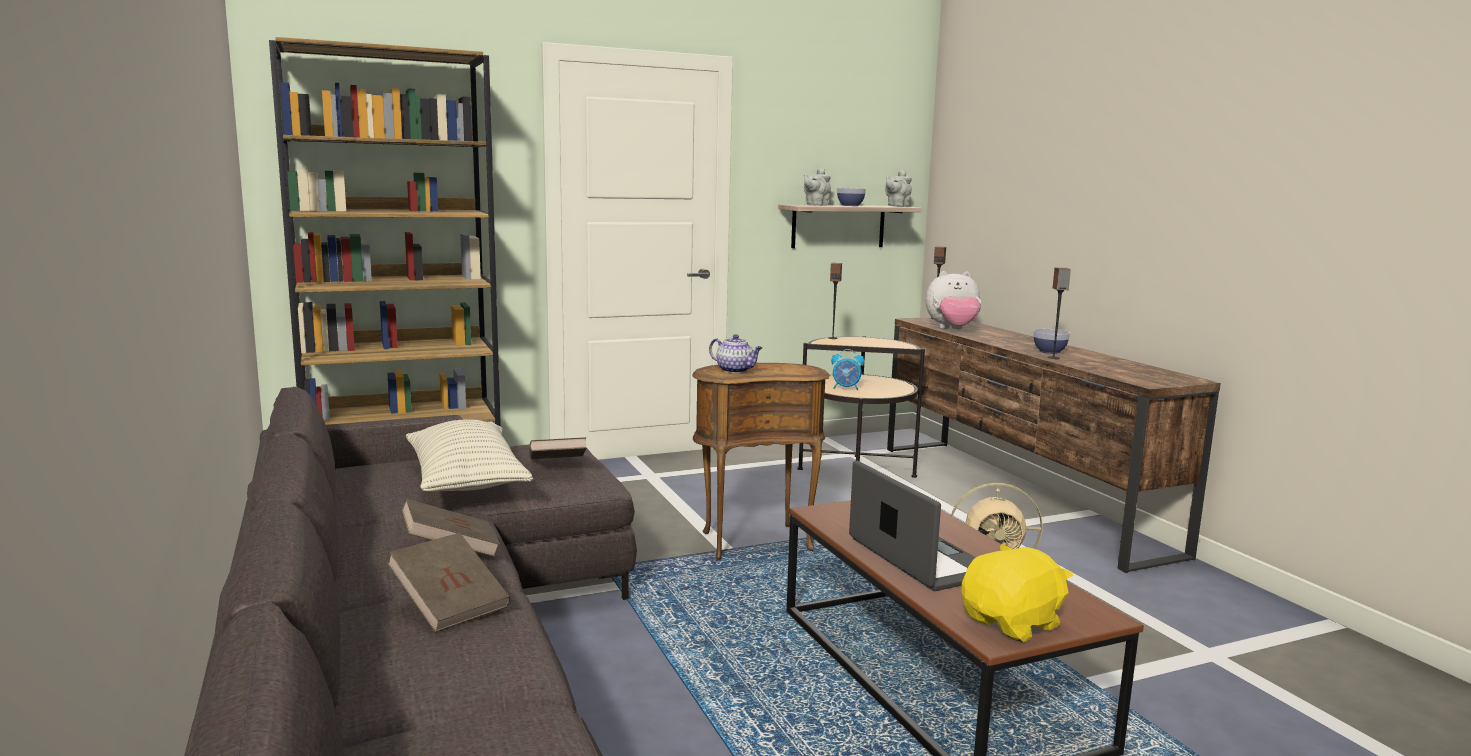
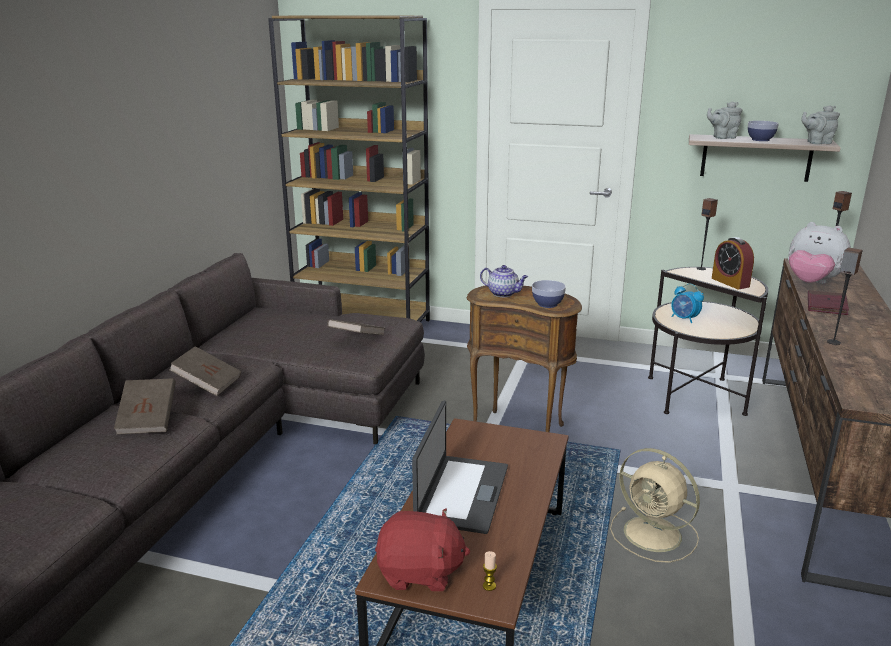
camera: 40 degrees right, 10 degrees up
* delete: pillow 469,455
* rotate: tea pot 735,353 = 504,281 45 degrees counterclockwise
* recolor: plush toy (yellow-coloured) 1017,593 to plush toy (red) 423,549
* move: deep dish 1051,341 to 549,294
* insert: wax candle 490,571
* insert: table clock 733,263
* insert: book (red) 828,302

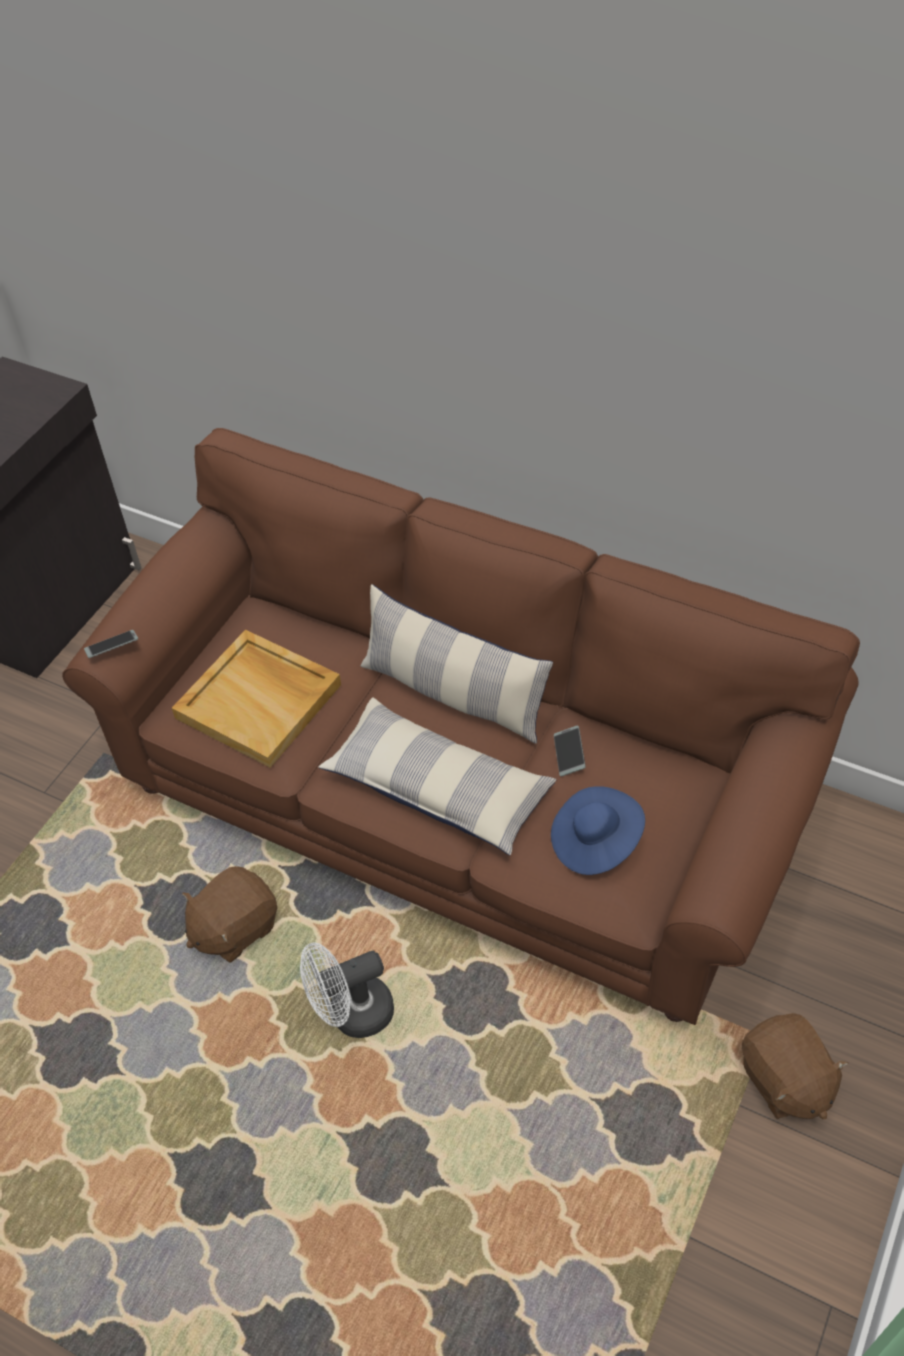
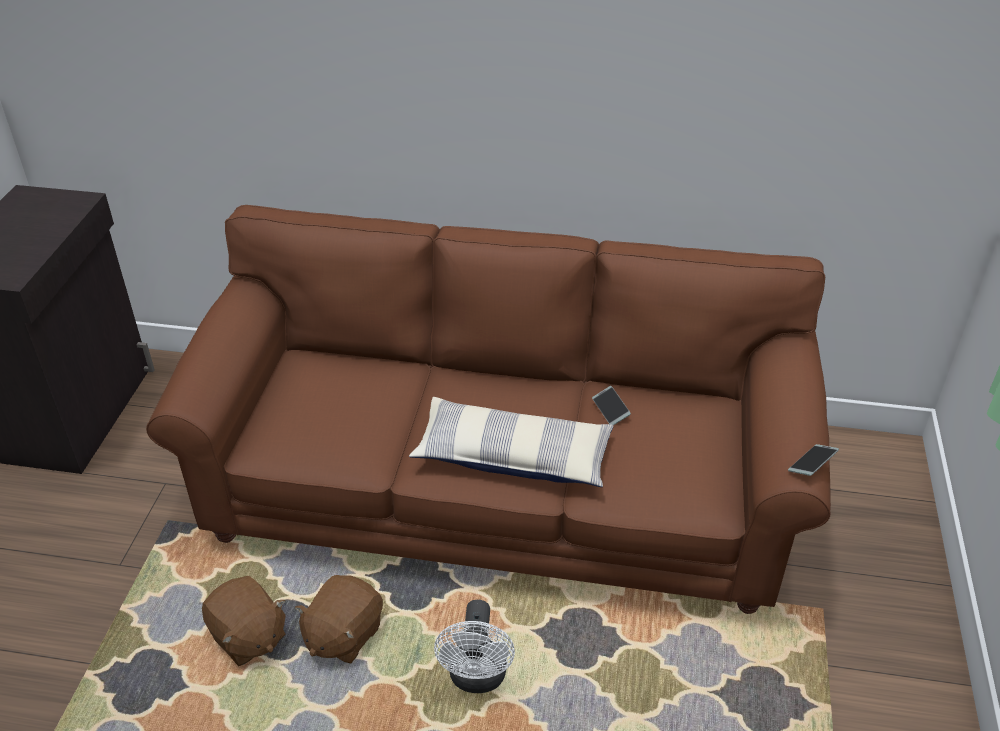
camera: 20 degrees left, 10 degrees down
* move: telephone 111,644 to 813,460
* delete: carrying tray (beige) 256,699
* rotate: electric fan (white-coloured) 347,990 = 474,646 45 degrees counterclockwise
* delete: pillow 457,664
* delete: hat (blue) 598,830
* move: plush toy (brown-coloured) 795,1066 to 244,621

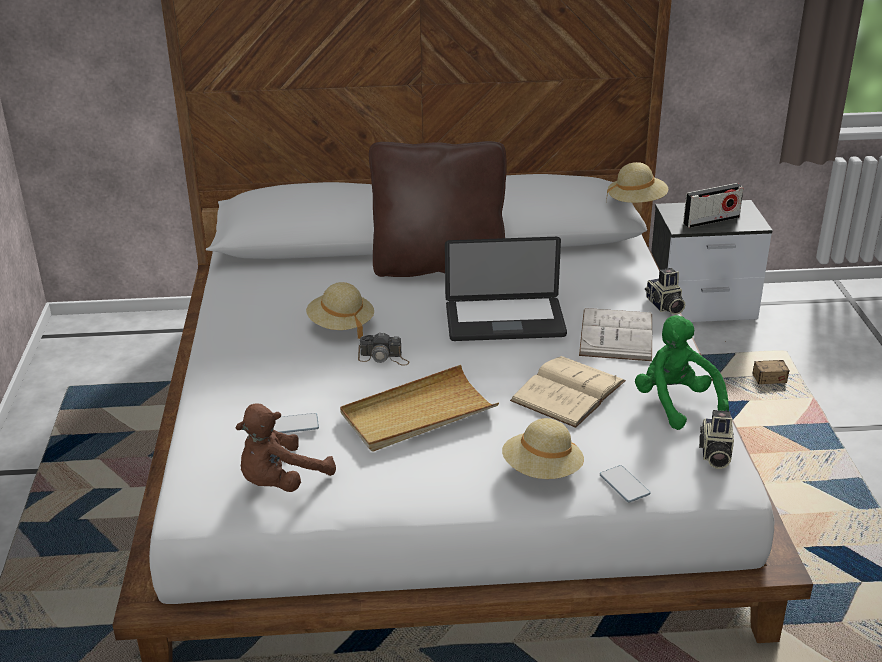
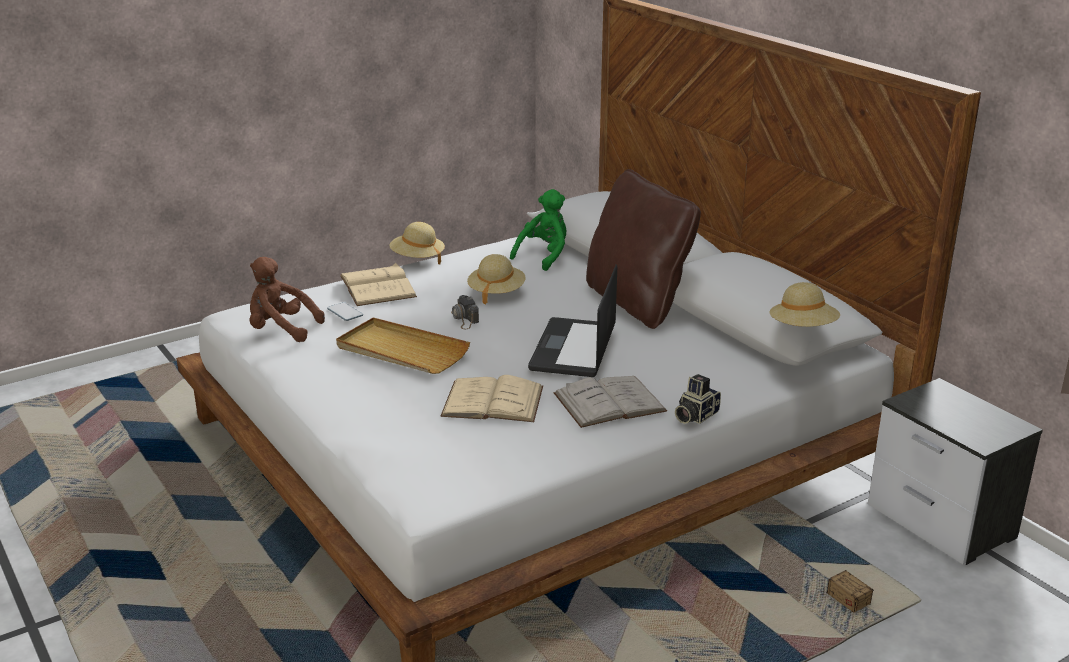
camera: 60 degrees right, 5 degrees down
* rotate: portable computer 506,289 = 572,321 45 degrees clockwise
* move: hat (beige) 543,448 to 417,243
* delete: telephone 625,483
* move: plush toy (greenish) 682,372 to 538,230
* delete: radio set 713,205
* delete: still camera 716,439
* insert: book (beige) 378,284

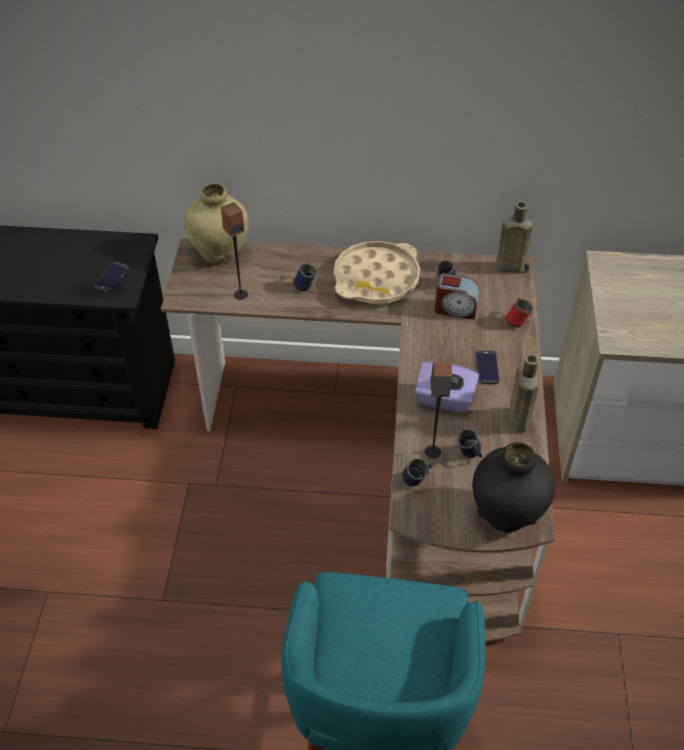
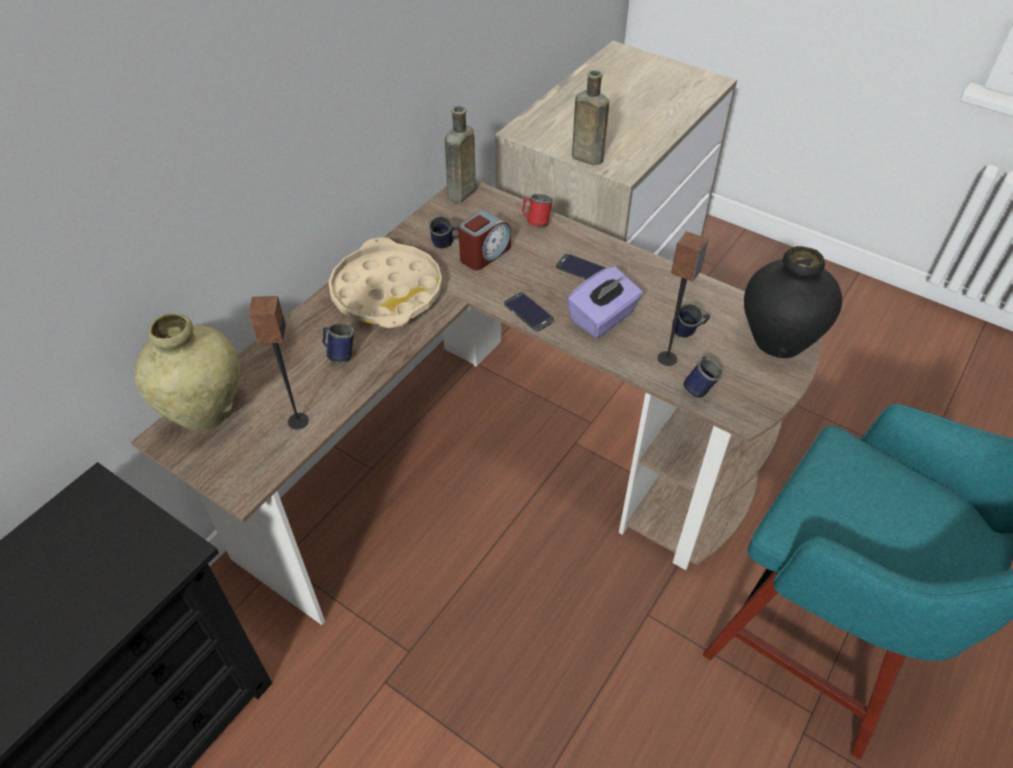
camera: 60 degrees left, 0 degrees up
* move: telephone 111,277 to 529,311
* move: drink bottle (brown-coloured) 524,393 to 590,118

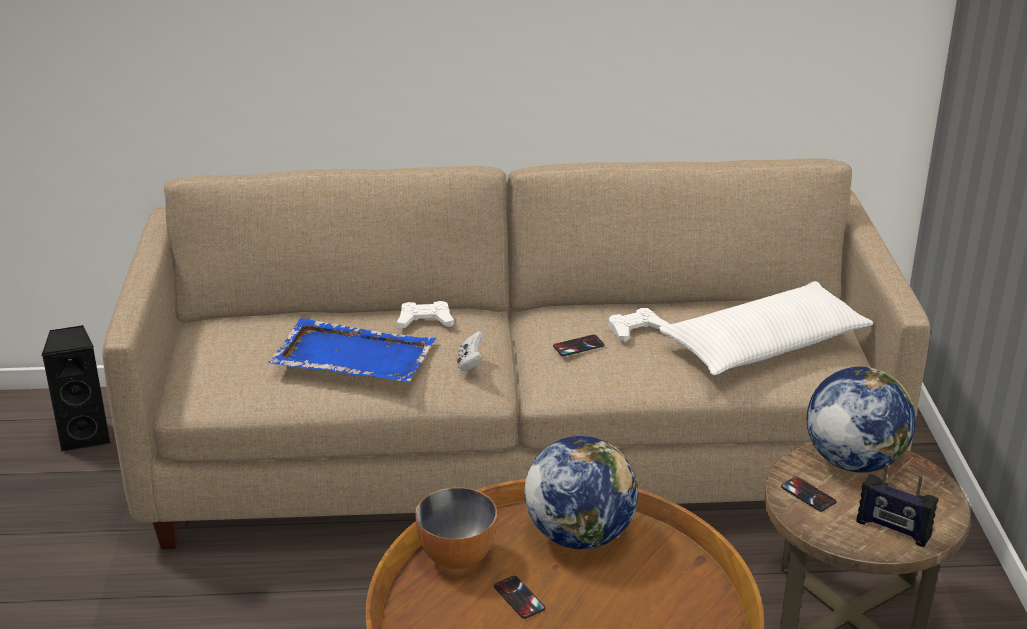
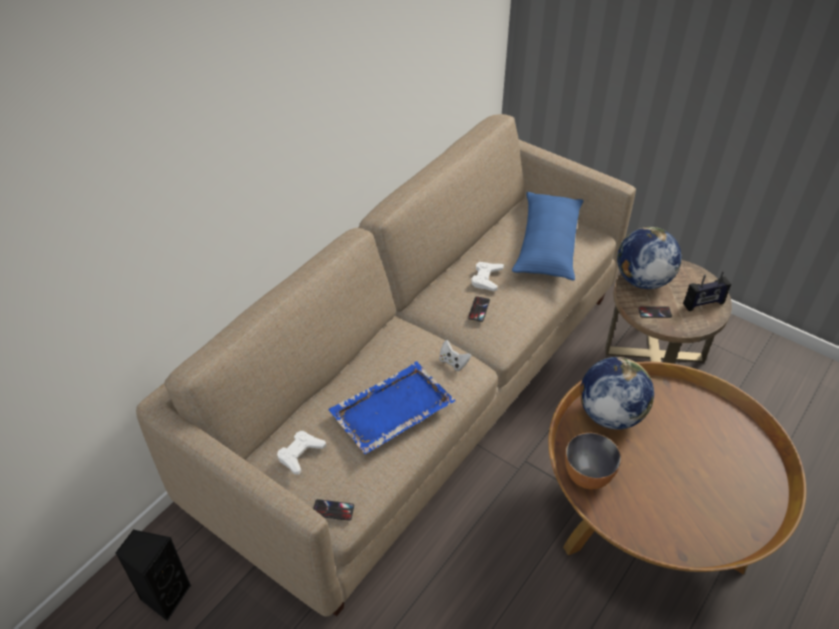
camera: 50 degrees left, 15 degrees up
* move: gamepad (white-coloured) 425,314 to 301,453
* move: telephone 519,597 to 333,510
* recolor: pillow (white-coloured) 766,328 to pillow (blue) 548,236

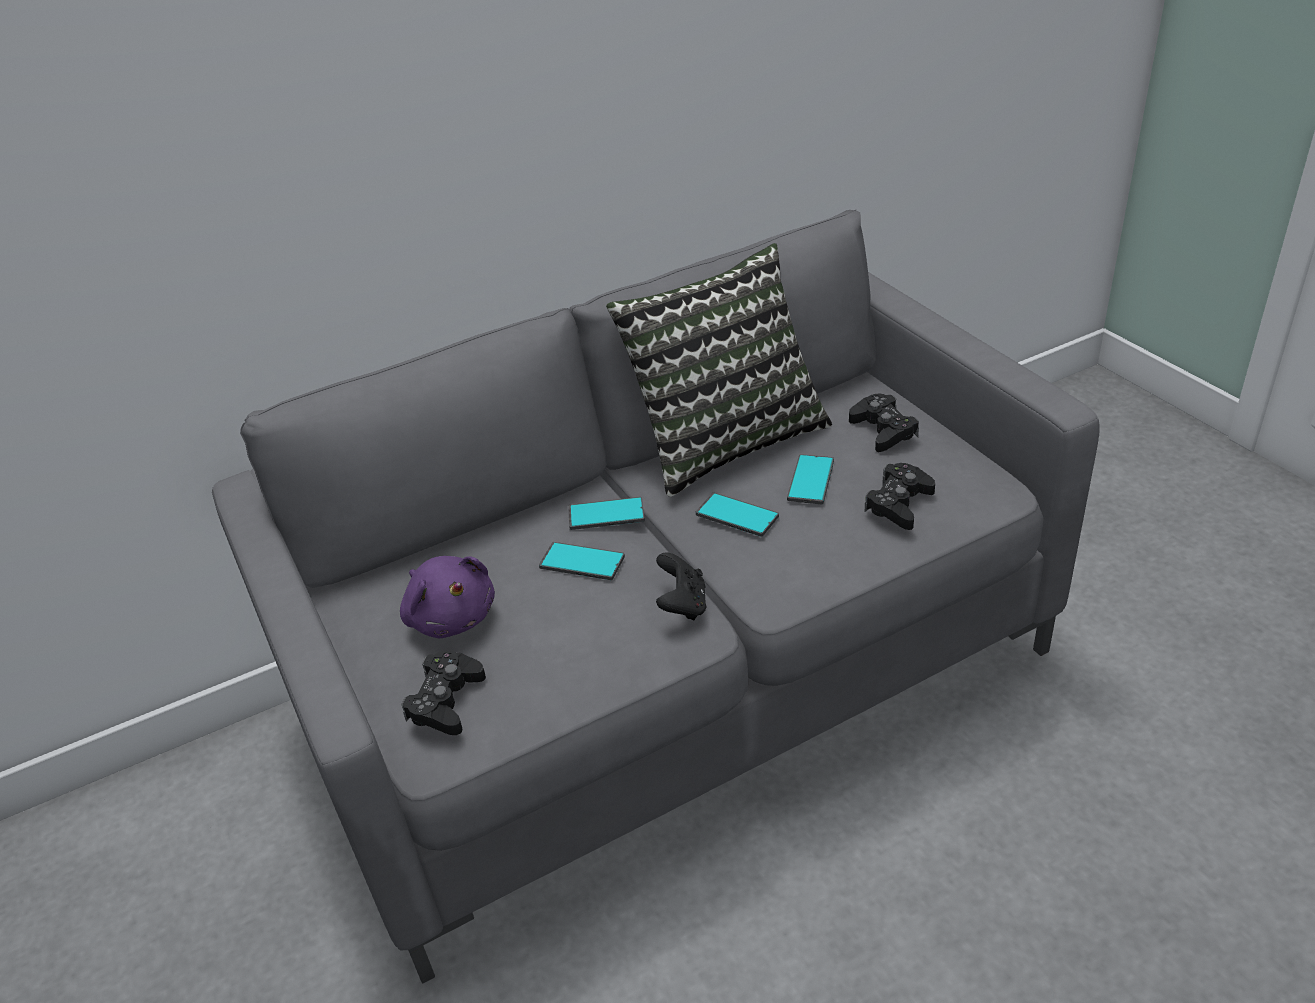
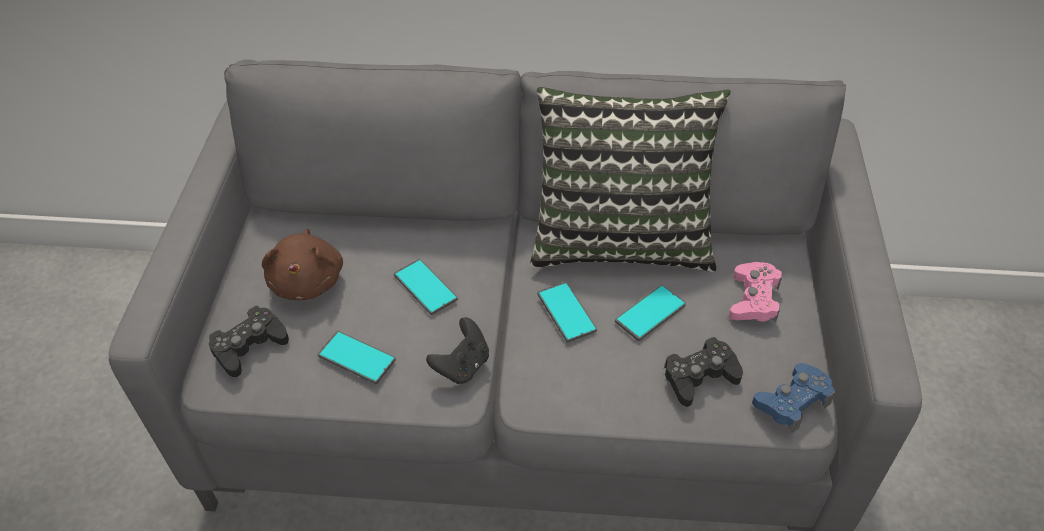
camera: 30 degrees right, 10 degrees up
* recolor: plush toy (purple) 447,597 to plush toy (brown-coloured) 302,264
* move: telephone 606,513 to 357,357
* recolor: gamepad (black) 884,422 to gamepad (pink-coloured) 755,292
* insert: gamepad (blue) 793,398

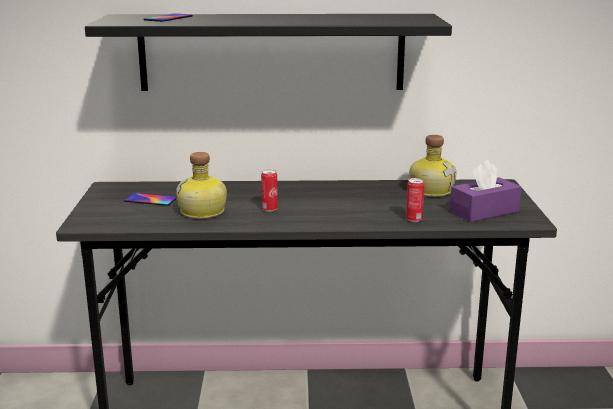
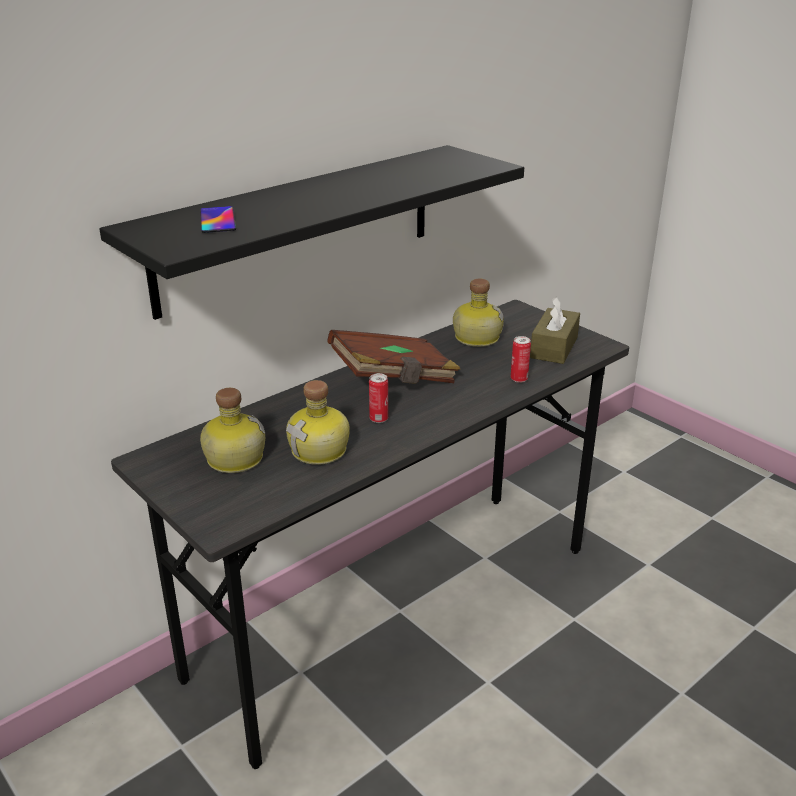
camera: 40 degrees left, 10 degrees up
* replace: telephone 150,199 to drink bottle 232,430
* recolor: tissue box (purple) 485,191 to tissue box (brown-coloured) 555,330
* insert: book (brown-coloured) 394,357

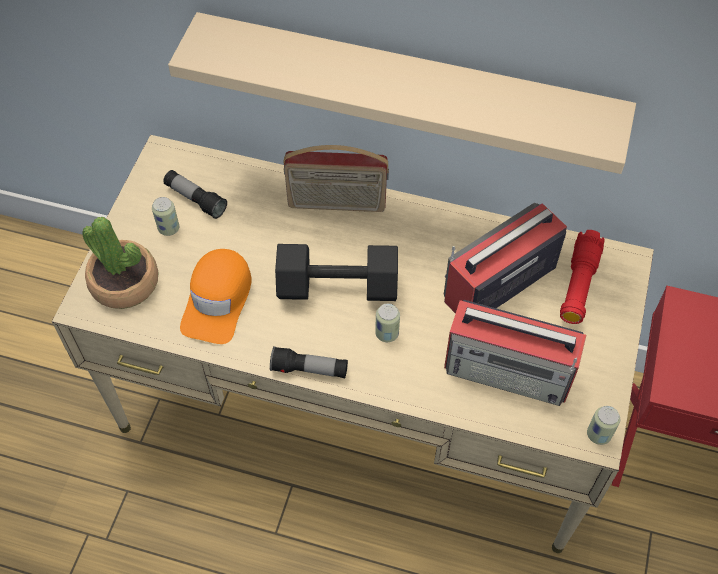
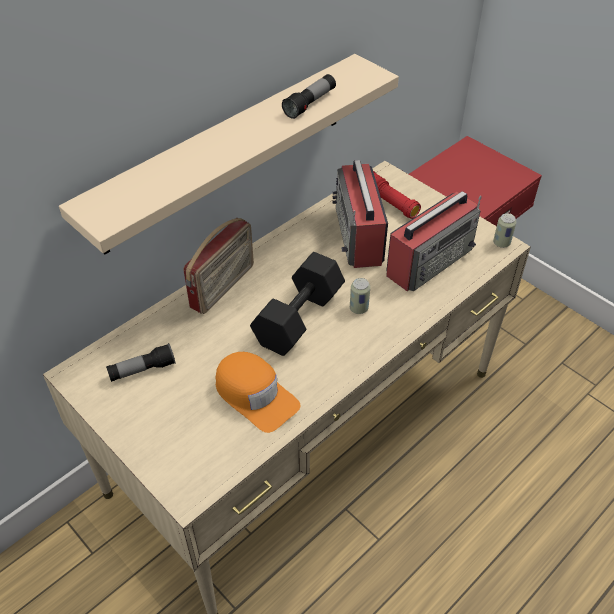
camera: 60 degrees left, 10 degrees down
* delete: plant in a pot 120,263
* delete: sealed can 166,216
* move: flashlight 309,362 to 309,96

